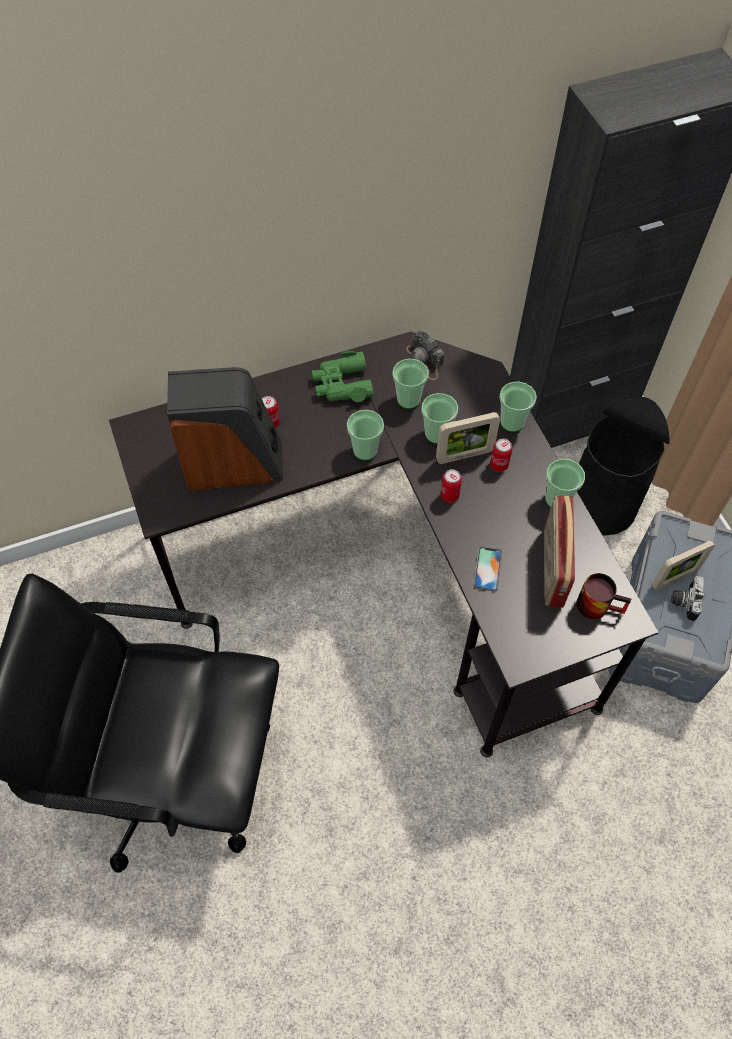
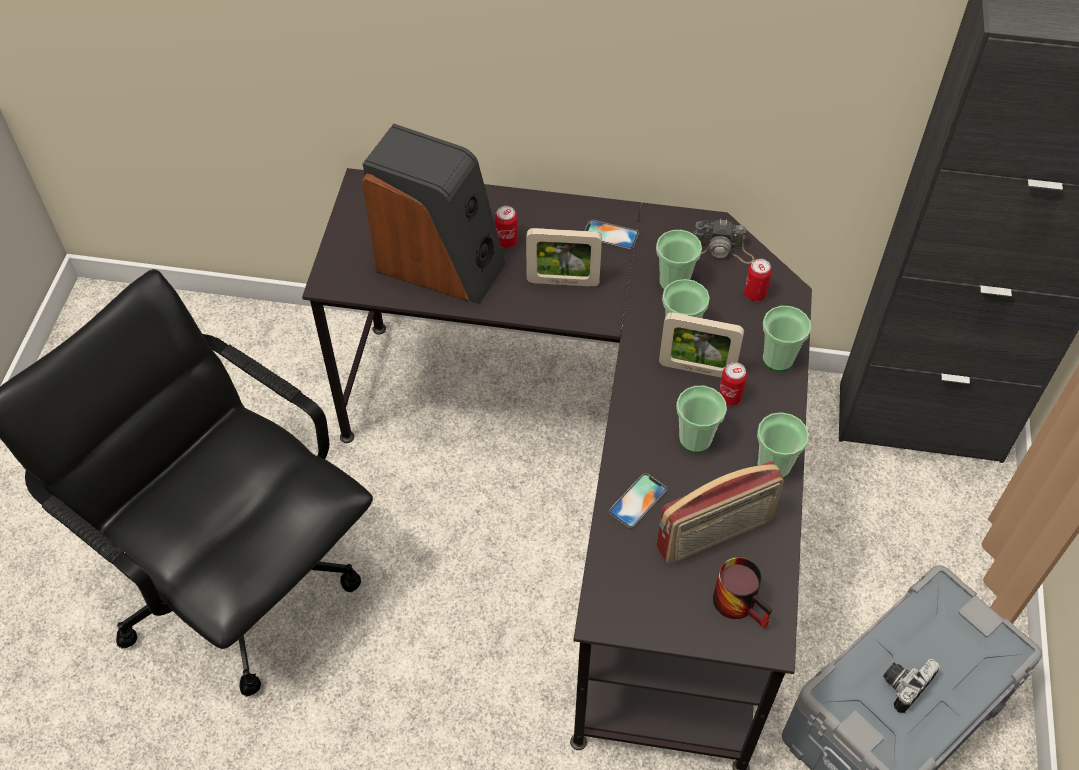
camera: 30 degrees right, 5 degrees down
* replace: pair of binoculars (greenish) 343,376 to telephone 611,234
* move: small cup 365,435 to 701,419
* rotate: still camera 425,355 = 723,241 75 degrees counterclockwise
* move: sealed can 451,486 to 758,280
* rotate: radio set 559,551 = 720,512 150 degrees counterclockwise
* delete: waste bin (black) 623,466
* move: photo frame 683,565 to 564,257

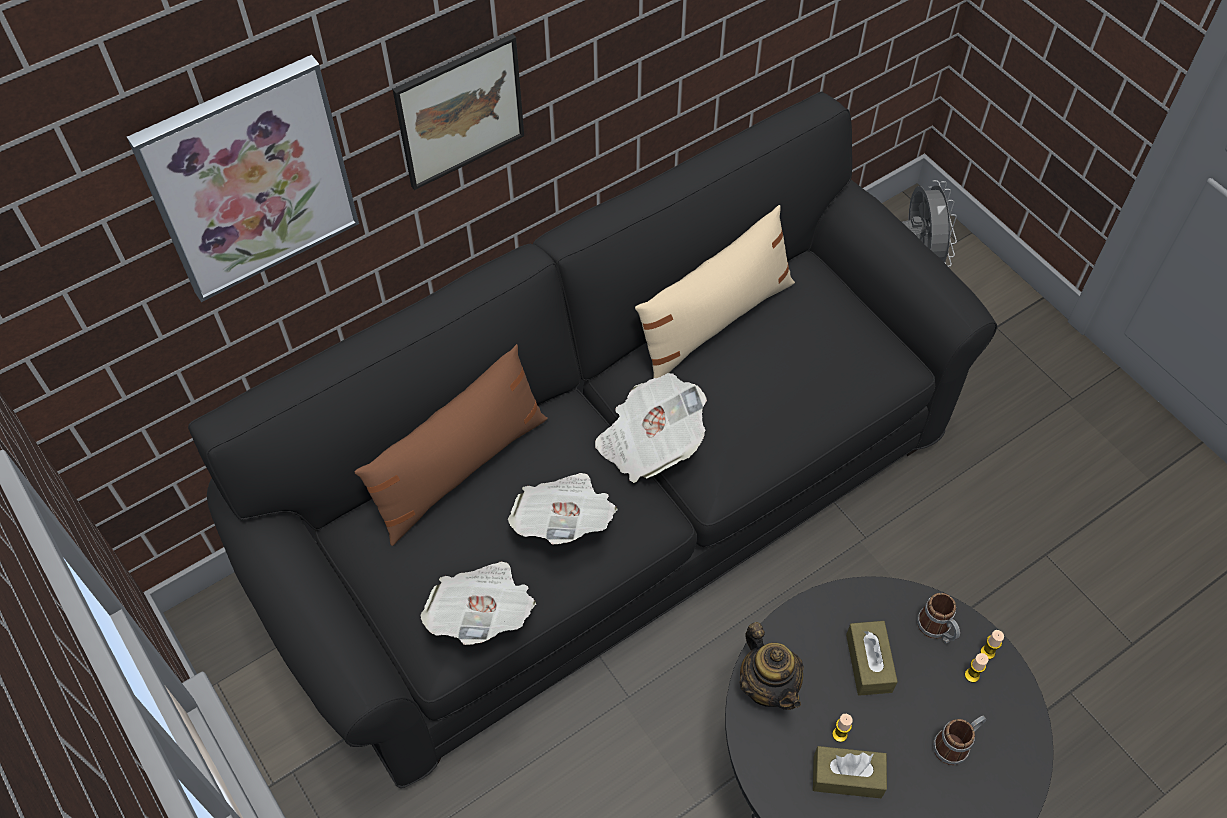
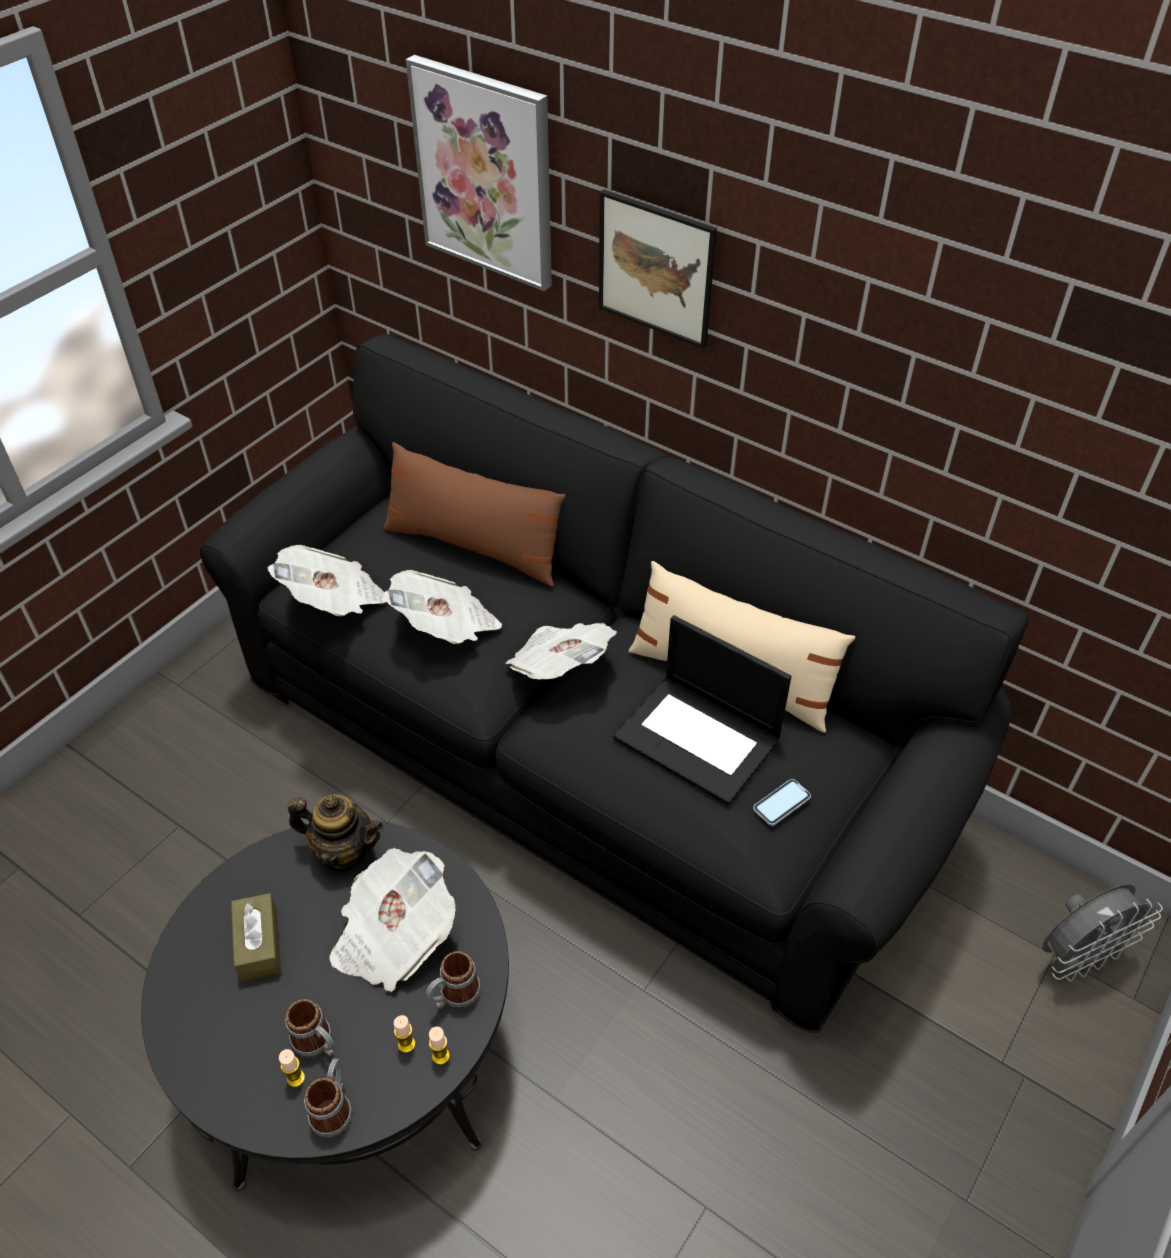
camera: 70 degrees right, 10 degrees down
* rotate: tea pot 771,666 = 336,833 120 degrees counterclockwise
* move: wax candle 842,728 to 292,1068
* replace: tissue box (brown-coloured) 872,658 to newspaper 392,920
* insert: tea mug 328,1098
* insert: portable computer 702,710
* insert: telephone 782,802

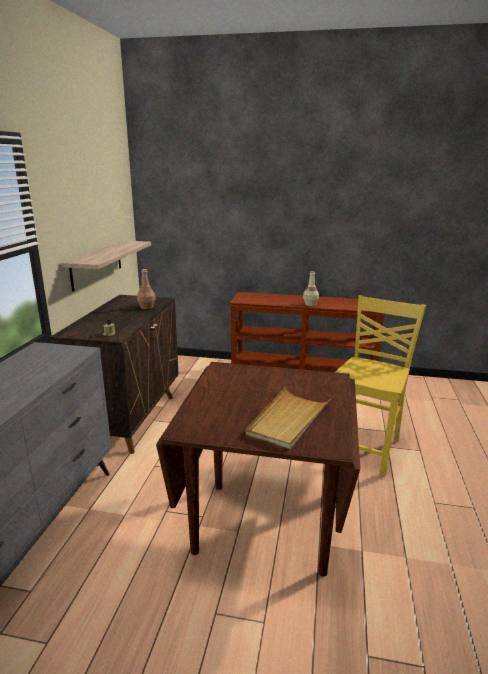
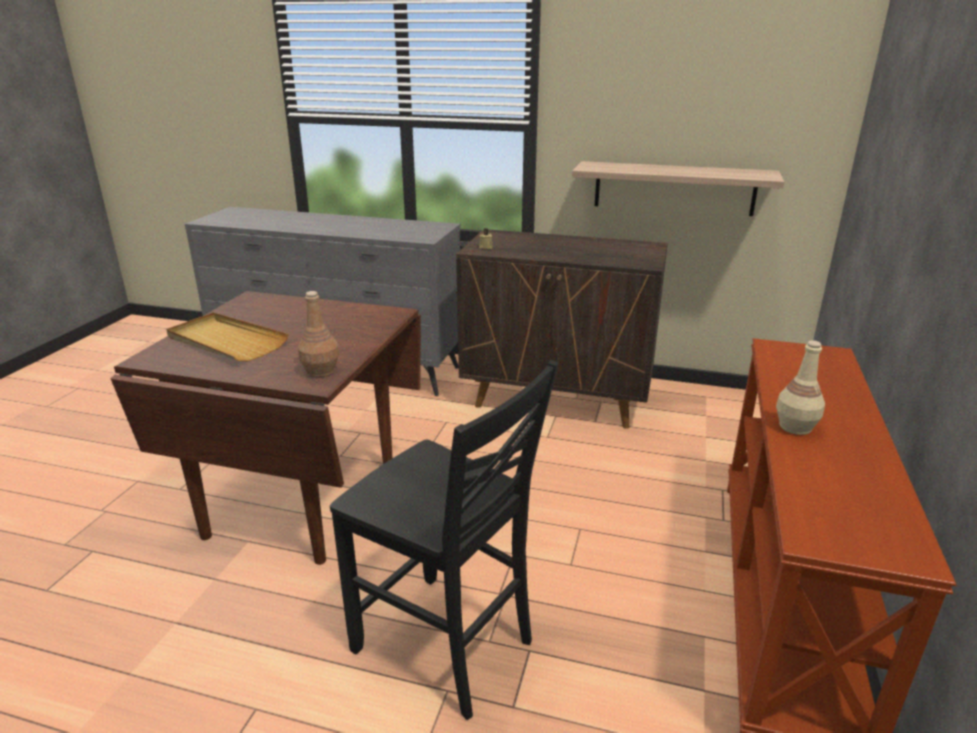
camera: 95 degrees right, 5 degrees up
* move: drink bottle (brown-coloured) 146,289 to 318,334
* recolor: upright chair (yellow-coloured) 380,386 to upright chair (black) 444,540

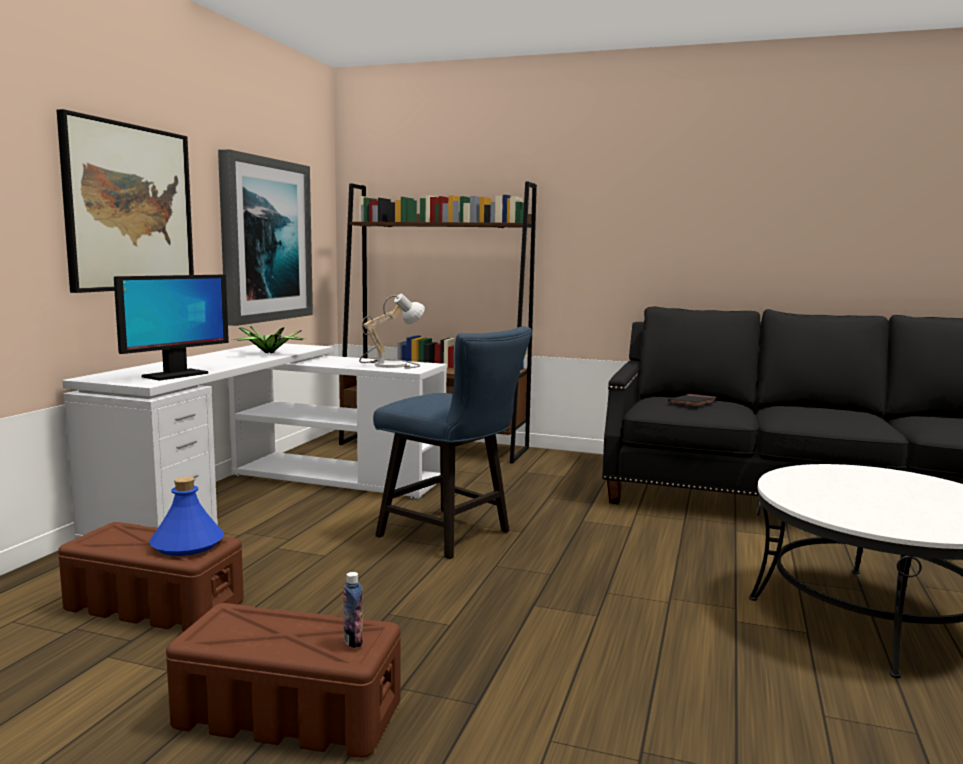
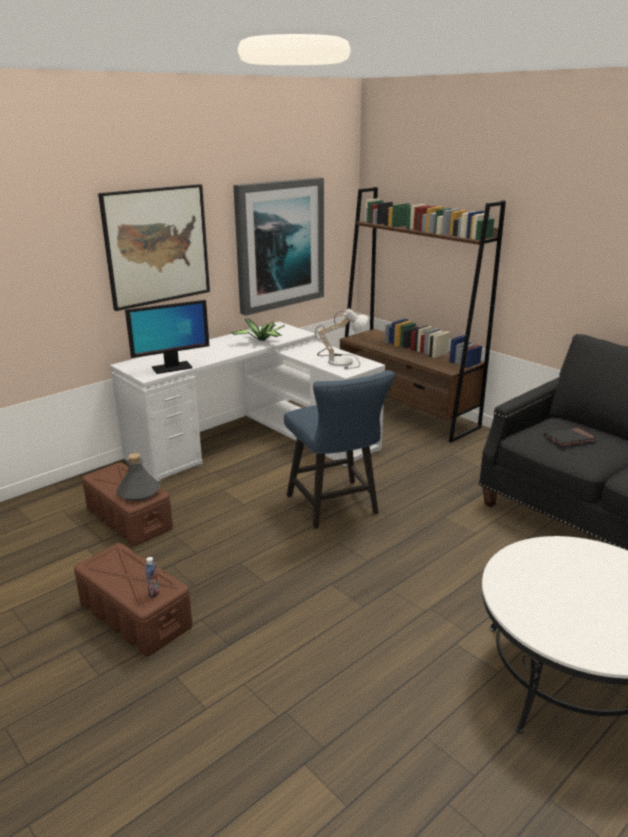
camera: 30 degrees right, 15 degrees up
* recolor: drink bottle (blue) 186,516 to drink bottle (grey) 138,477

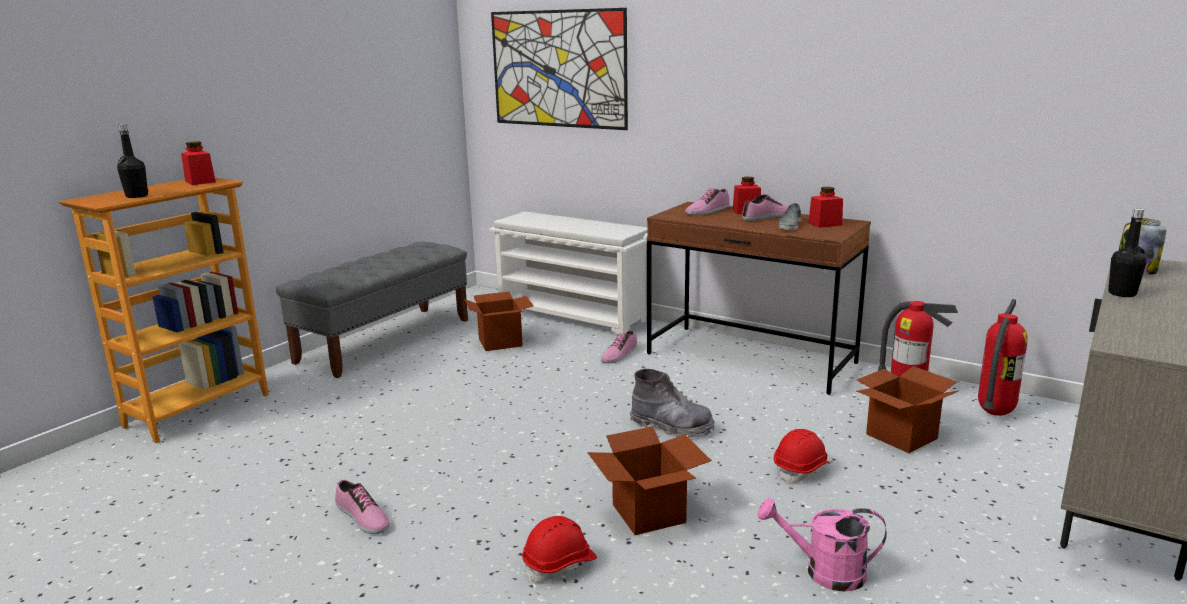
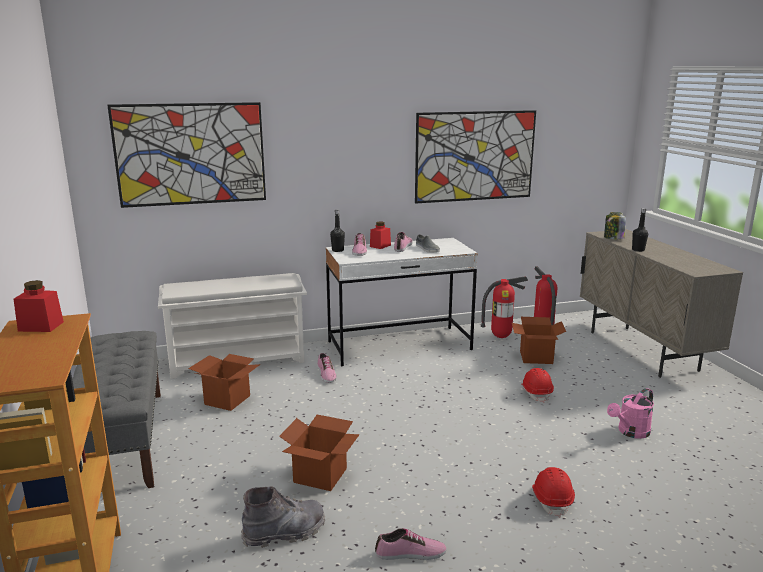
camera: 50 degrees left, 0 degrees up
* move: drink bottle (black) 132,161 to 337,230
* move: packing box 649,480 to 319,453
* move: tall boot (grey) 672,403 to 283,517
* recolor: desk (brown-coloured) 759,298 to desk (white-coloured) 402,302
* delete: jar (red) 825,207
* insert: wall picture 475,157

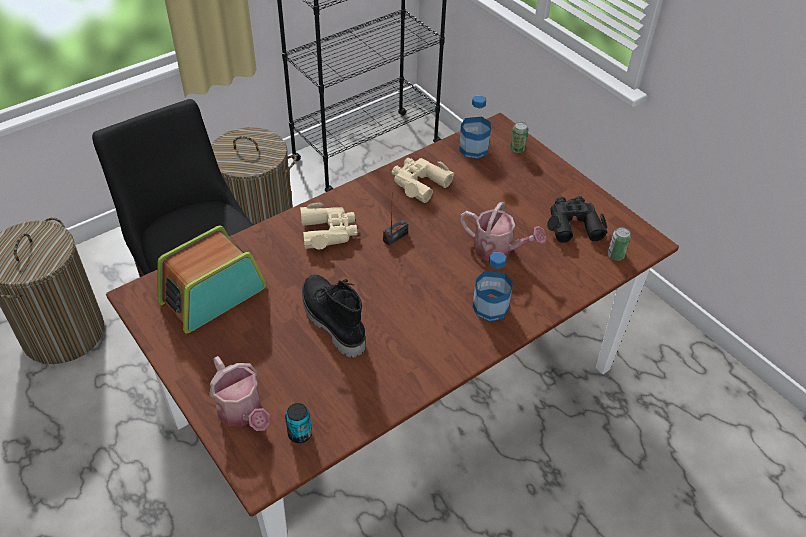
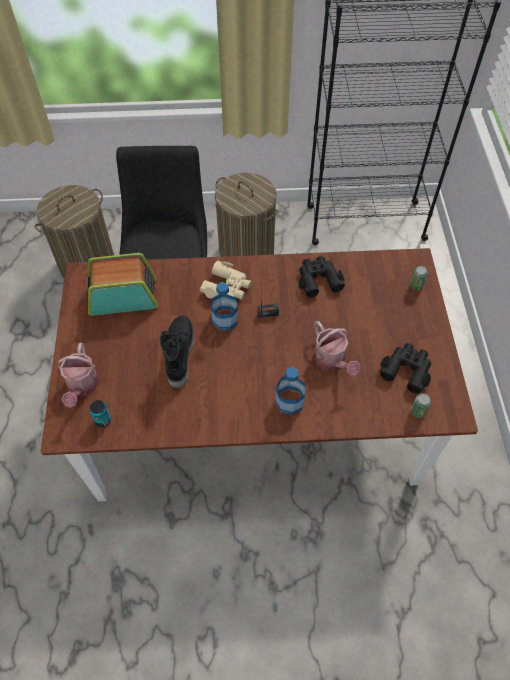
camera: 35 degrees right, 10 degrees up
* recolor: pair of binoculars (beige) 423,180 to pair of binoculars (black) 321,276
* move: drink bottle 475,127 to 224,306

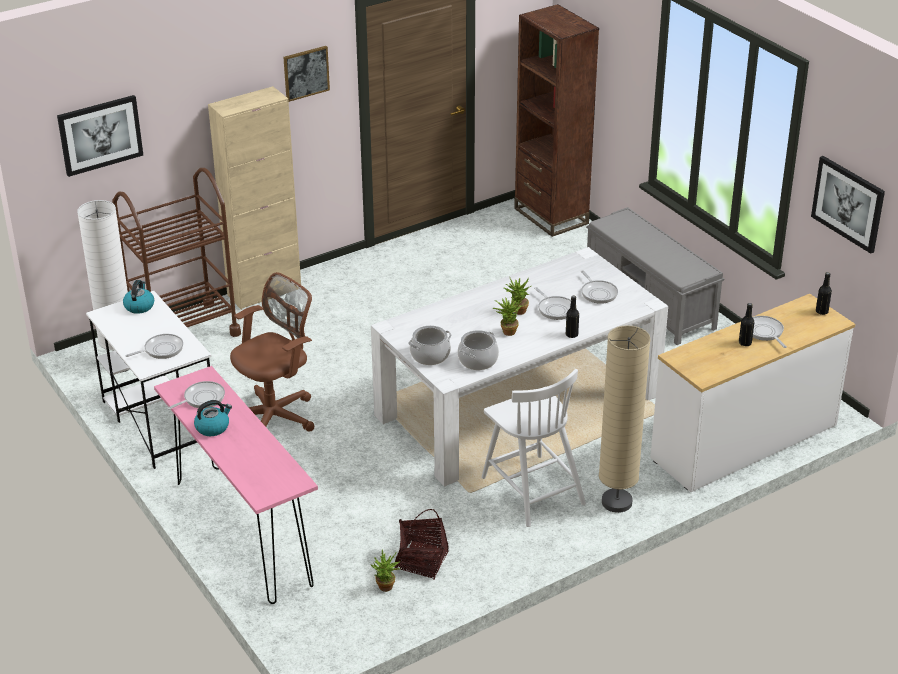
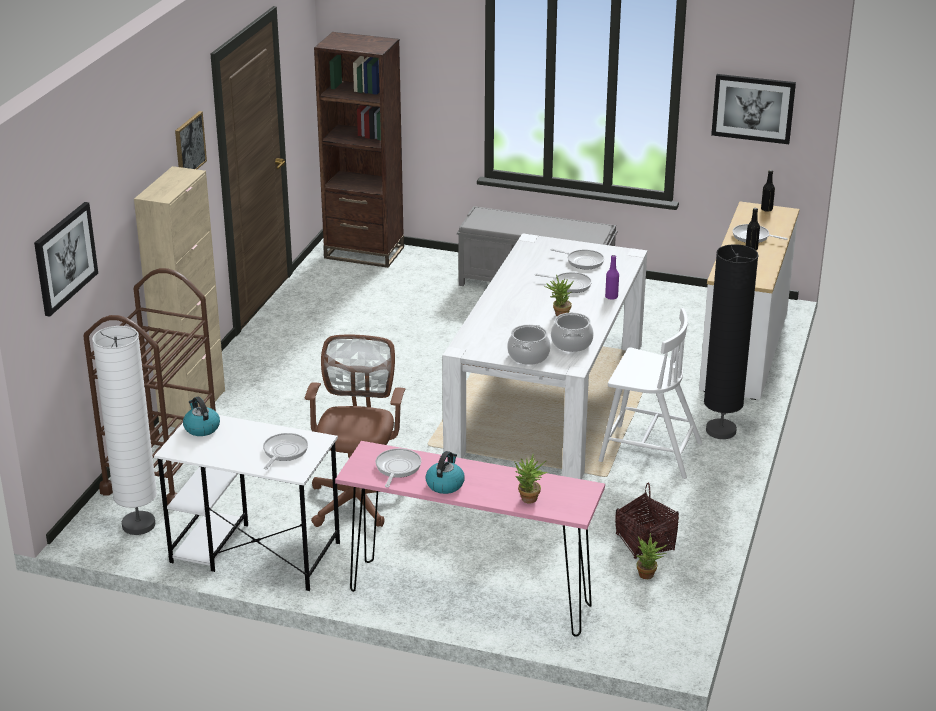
camera: 40 degrees left, 5 degrees down
* move: plant in a pot 517,296 to 530,478
* recolor: drink bottle (black) 572,317 to drink bottle (purple) 612,277
* recolor: floor lamp (beige) 625,419 to floor lamp (black) 731,341

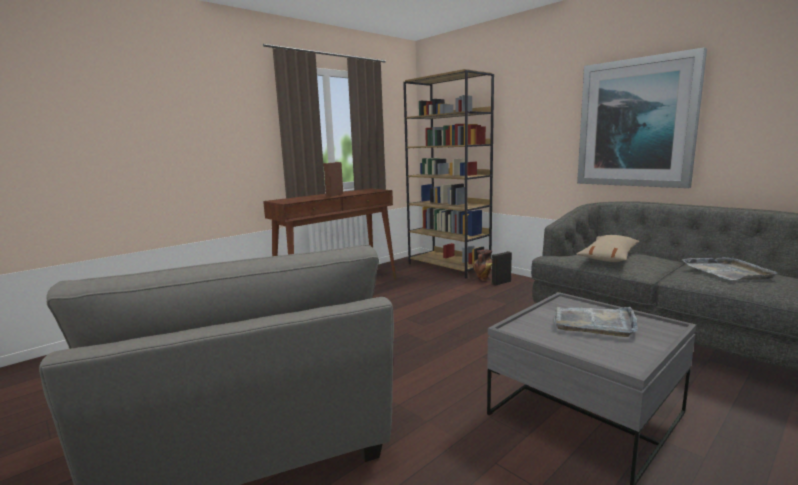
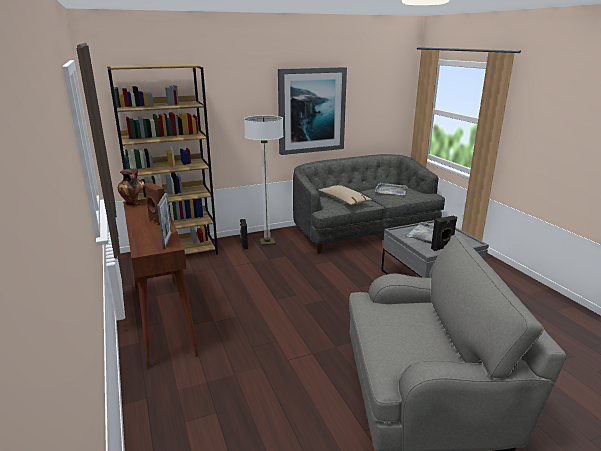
camera: 70 degrees left, 10 degrees up
* move: flower vase 482,265 to 131,187
* insert: photo frame 164,221
* insert: floor lamp 263,180
* insert: loudspeaker (black) 444,233

